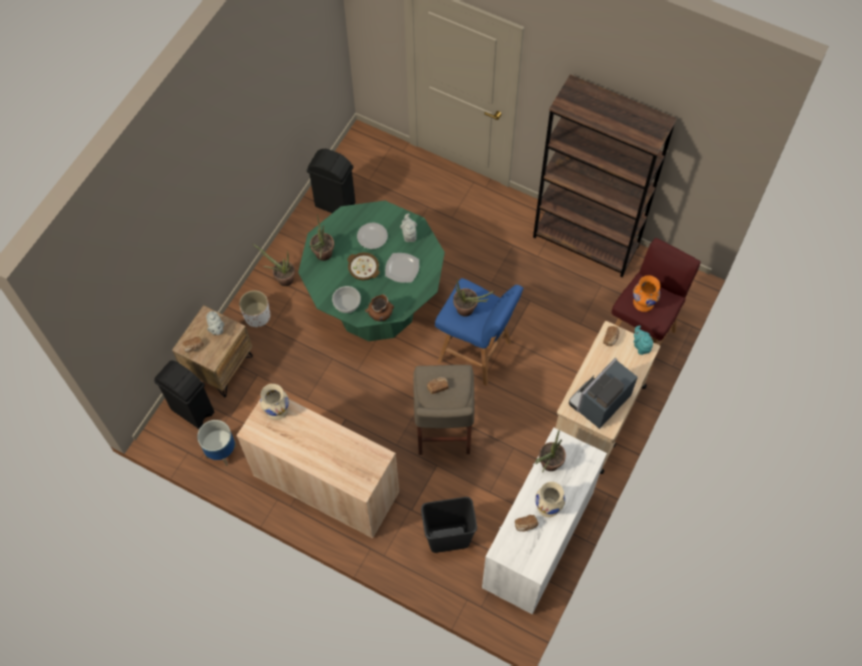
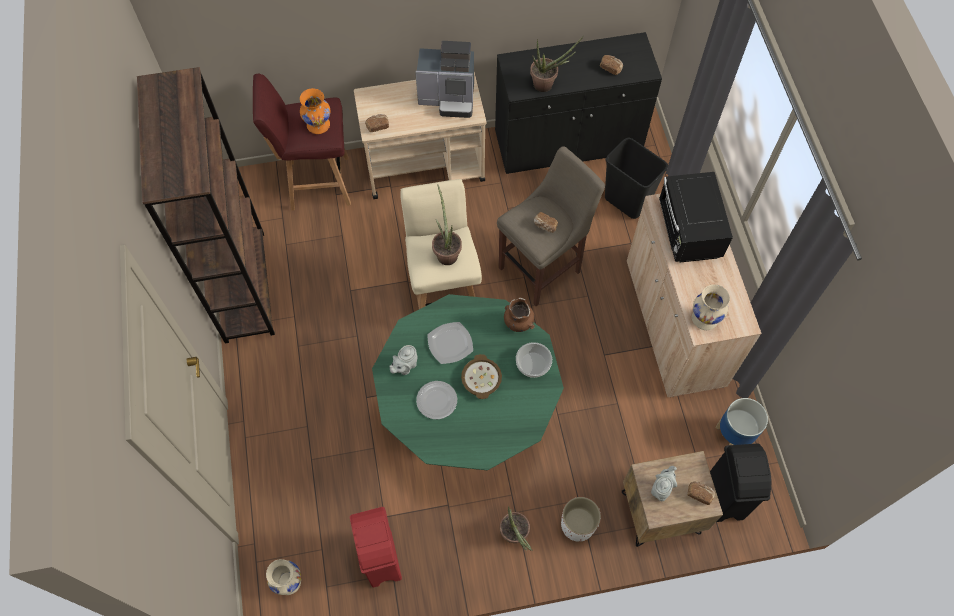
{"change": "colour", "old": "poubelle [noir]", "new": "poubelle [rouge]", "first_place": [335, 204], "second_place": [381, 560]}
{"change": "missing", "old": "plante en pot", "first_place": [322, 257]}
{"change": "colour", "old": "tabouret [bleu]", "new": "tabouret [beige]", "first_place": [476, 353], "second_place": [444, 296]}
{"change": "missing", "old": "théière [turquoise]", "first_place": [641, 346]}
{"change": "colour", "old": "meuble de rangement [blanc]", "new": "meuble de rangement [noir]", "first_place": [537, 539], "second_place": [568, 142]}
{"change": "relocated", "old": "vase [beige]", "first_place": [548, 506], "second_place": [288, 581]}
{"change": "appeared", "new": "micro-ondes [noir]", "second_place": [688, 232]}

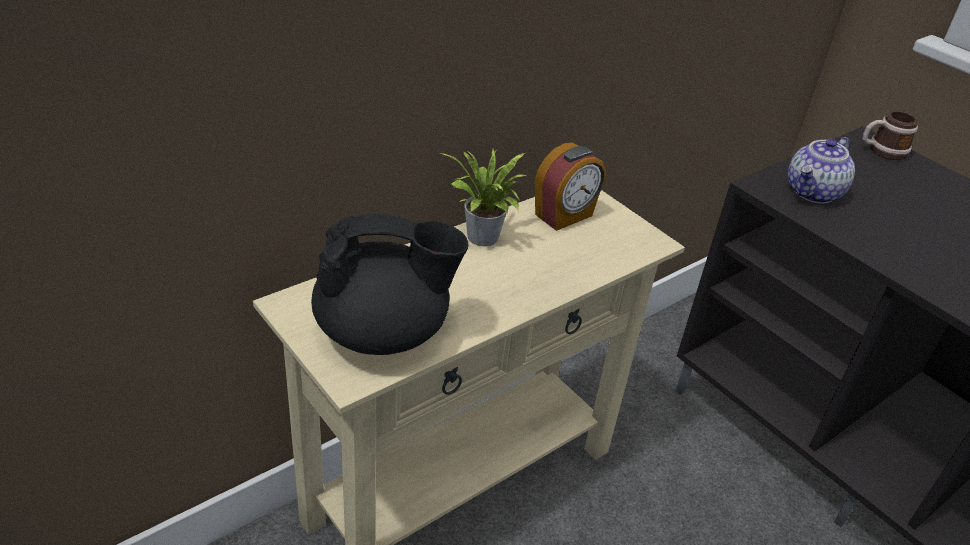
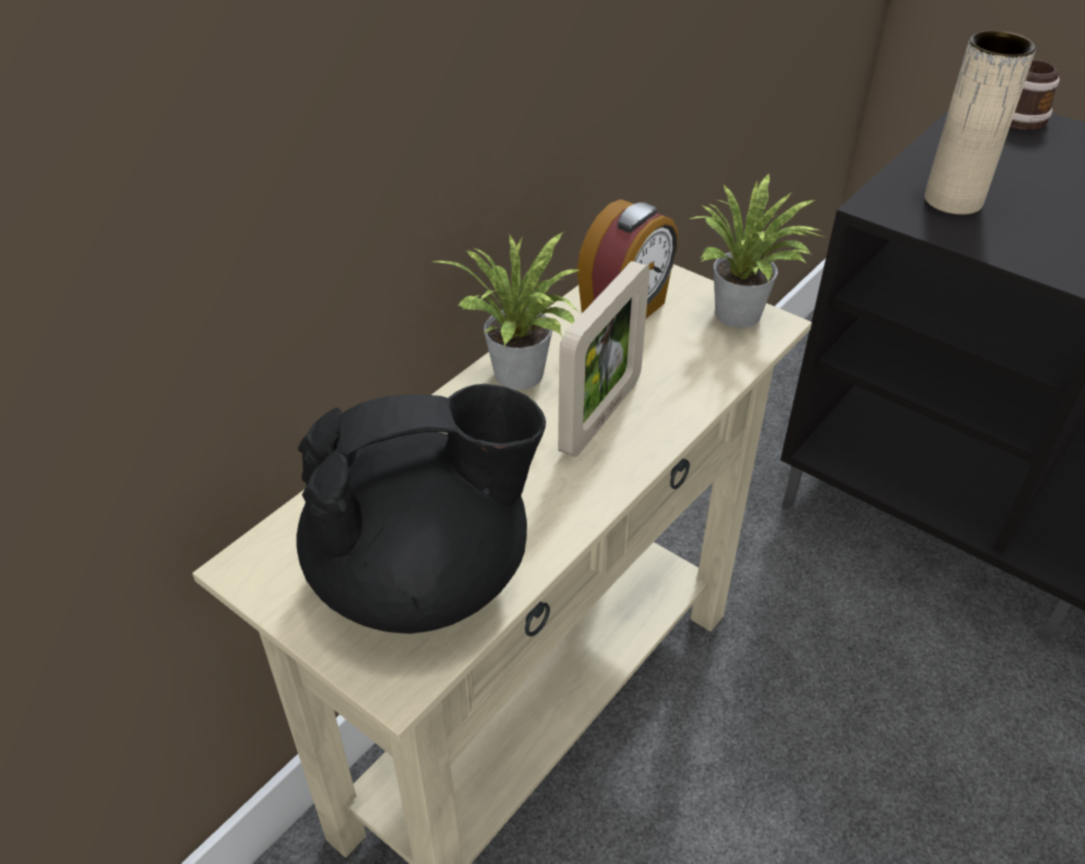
{"change": "exchanged", "old": "théière", "new": "vase [beige]", "first_place": [813, 193], "second_place": [953, 200]}
{"change": "appeared", "new": "plante en pot", "second_place": [742, 317]}
{"change": "appeared", "new": "cadre photo", "second_place": [601, 416]}

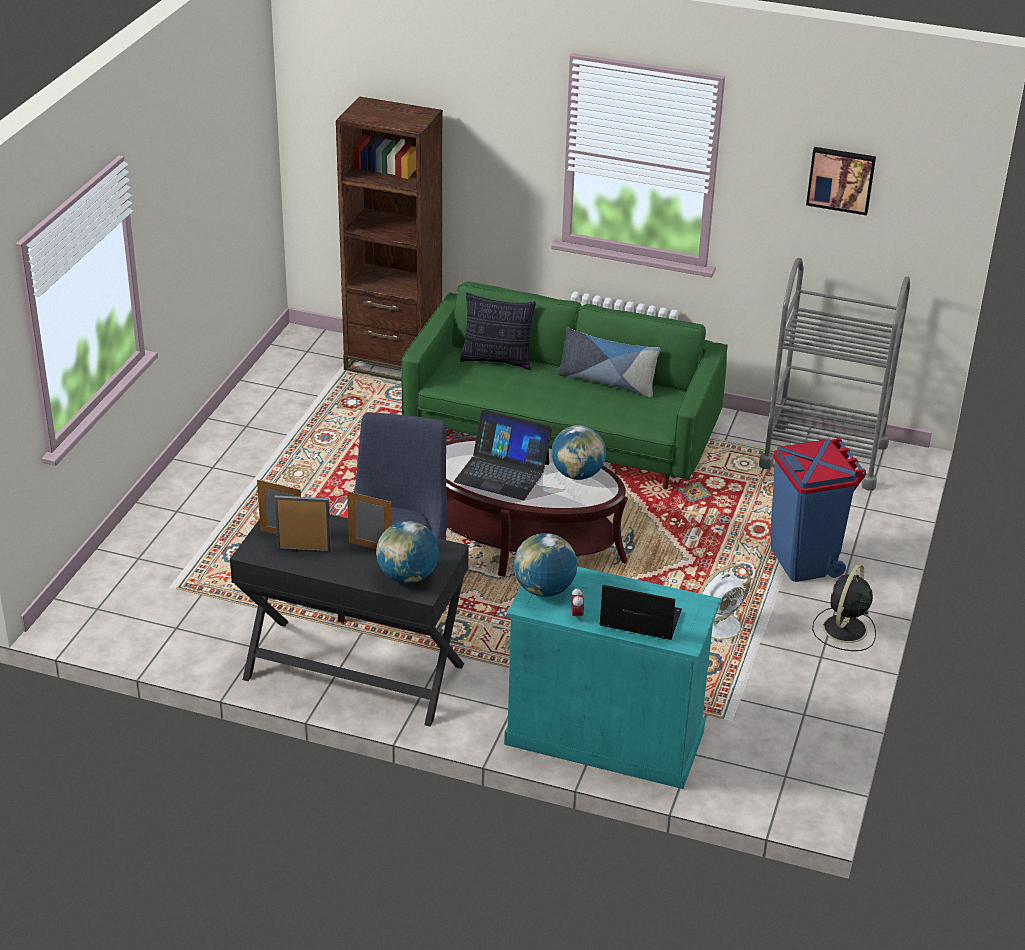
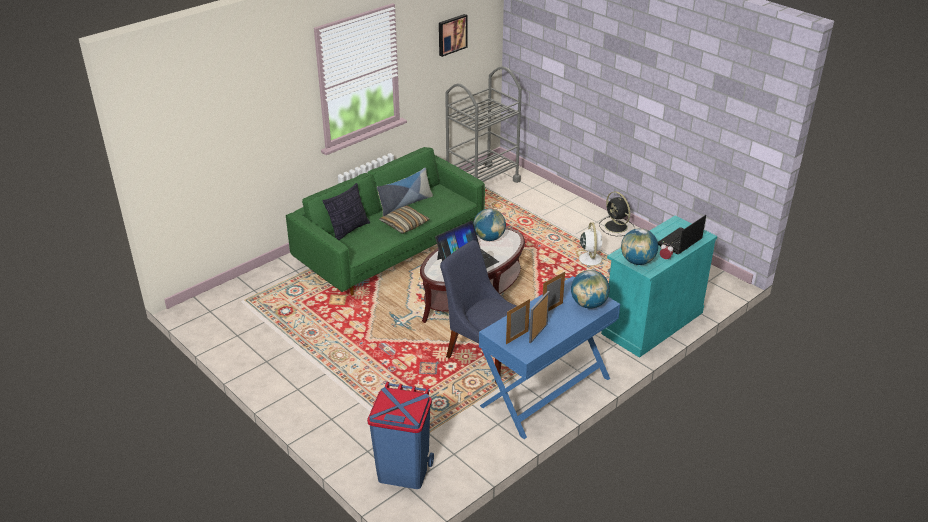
{"change": "missing", "old": "bibliothèque [marron]", "first_place": [393, 363]}
{"change": "relocated", "old": "poubelle [bleu]", "first_place": [804, 560], "second_place": [403, 471]}
{"change": "colour", "old": "bureau [noir]", "new": "bureau [bleu]", "first_place": [353, 672], "second_place": [546, 392]}
{"change": "appeared", "new": "coussin", "second_place": [404, 224]}

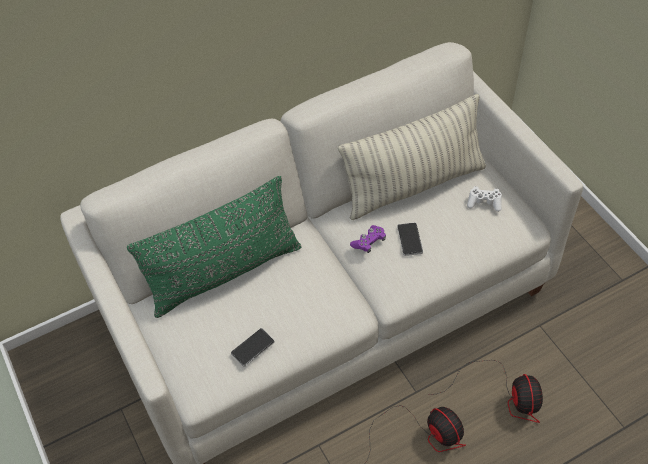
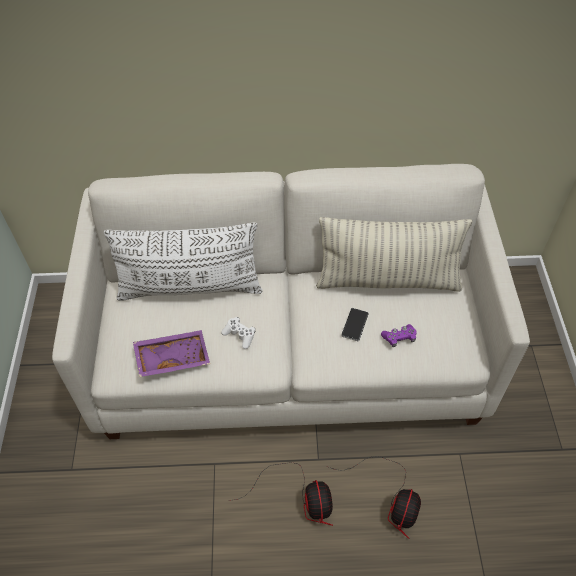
{"change": "colour", "old": "coussin [vert]", "new": "coussin [blanc]", "first_place": [225, 273], "second_place": [190, 288]}
{"change": "relocated", "old": "manette [blanc]", "first_place": [484, 202], "second_place": [239, 335]}
{"change": "relocated", "old": "manette [violet]", "first_place": [369, 242], "second_place": [399, 338]}
{"change": "exchanged", "old": "téléphone", "new": "plateau [violet]", "first_place": [253, 348], "second_place": [172, 357]}

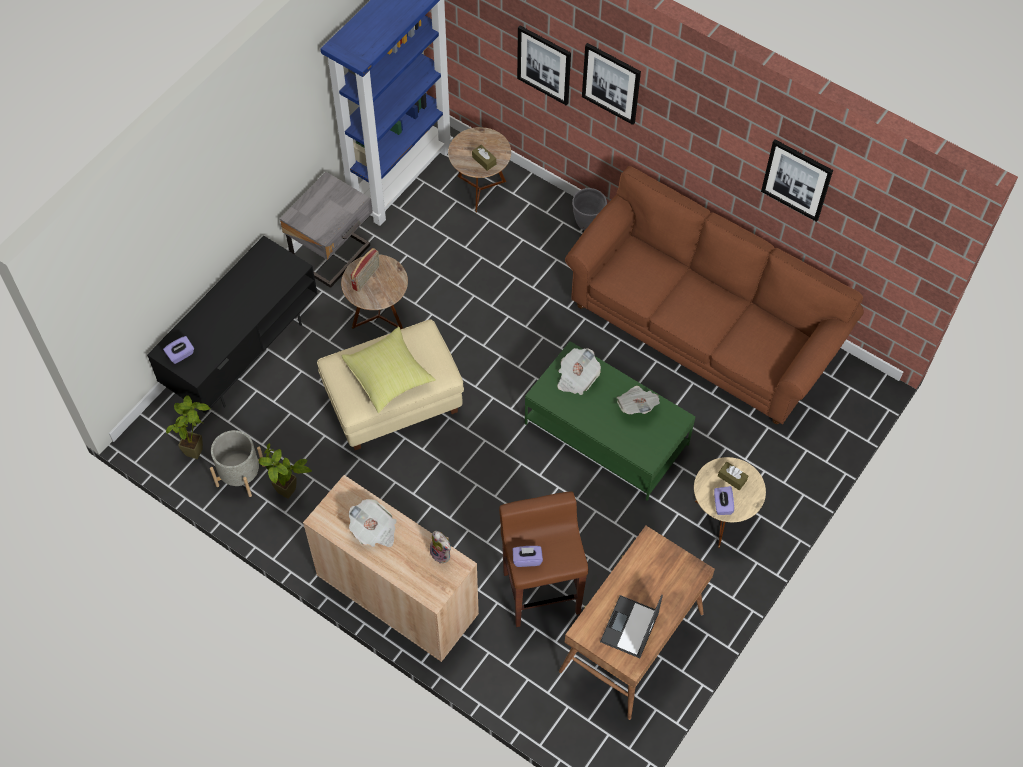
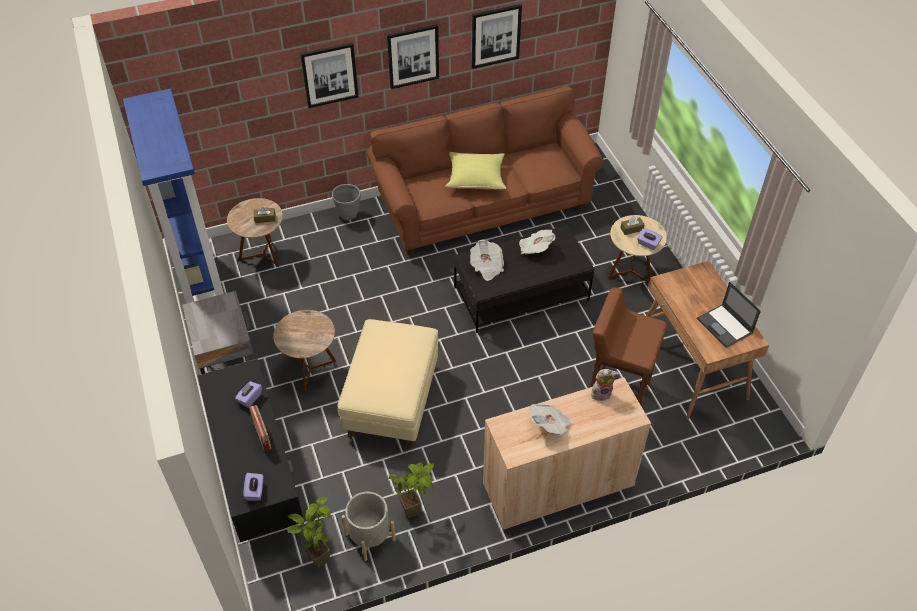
{"change": "relocated", "old": "tableau", "first_place": [544, 64], "second_place": [413, 56]}
{"change": "relocated", "old": "radio", "first_place": [366, 277], "second_place": [262, 435]}
{"change": "relocated", "old": "coussin [jaune]", "first_place": [389, 377], "second_place": [476, 179]}
{"change": "colour", "old": "table basse [vert]", "new": "table basse [noir]", "first_place": [607, 434], "second_place": [521, 294]}
{"change": "relocated", "old": "boîte à mouchoirs [violet]", "first_place": [527, 559], "second_place": [249, 398]}

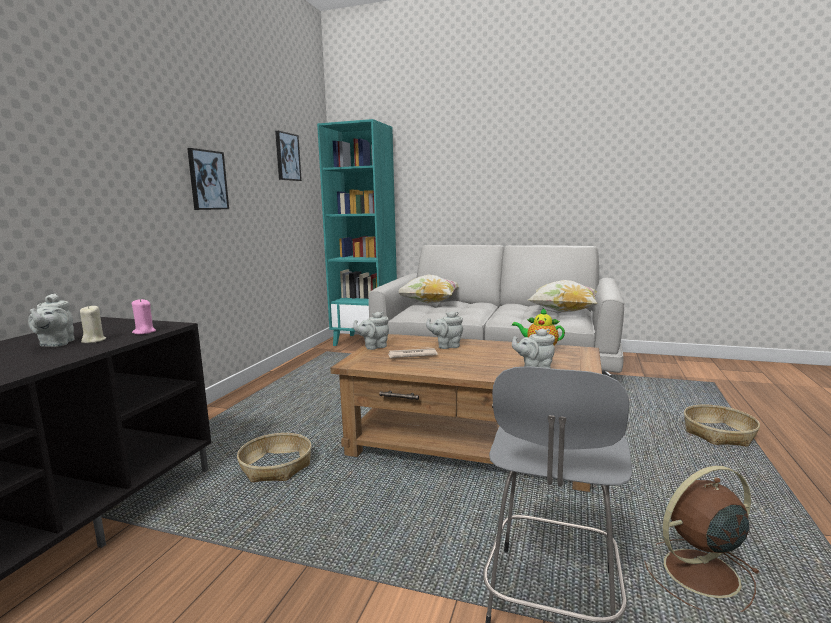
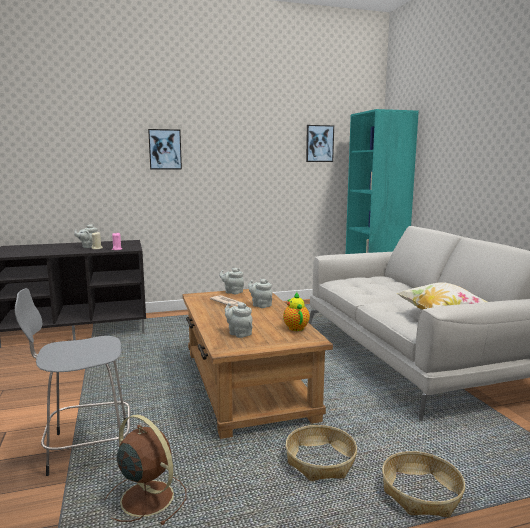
{"change": "relocated", "old": "tableau", "first_place": [207, 180], "second_place": [165, 149]}
{"change": "missing", "old": "coussin", "first_place": [429, 303]}
{"change": "relocated", "old": "panier", "first_place": [276, 466], "second_place": [320, 462]}

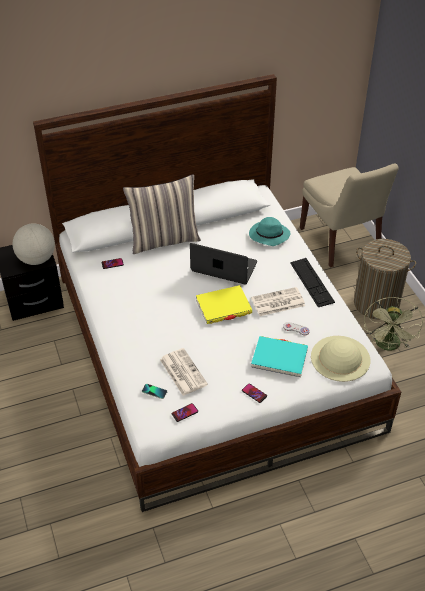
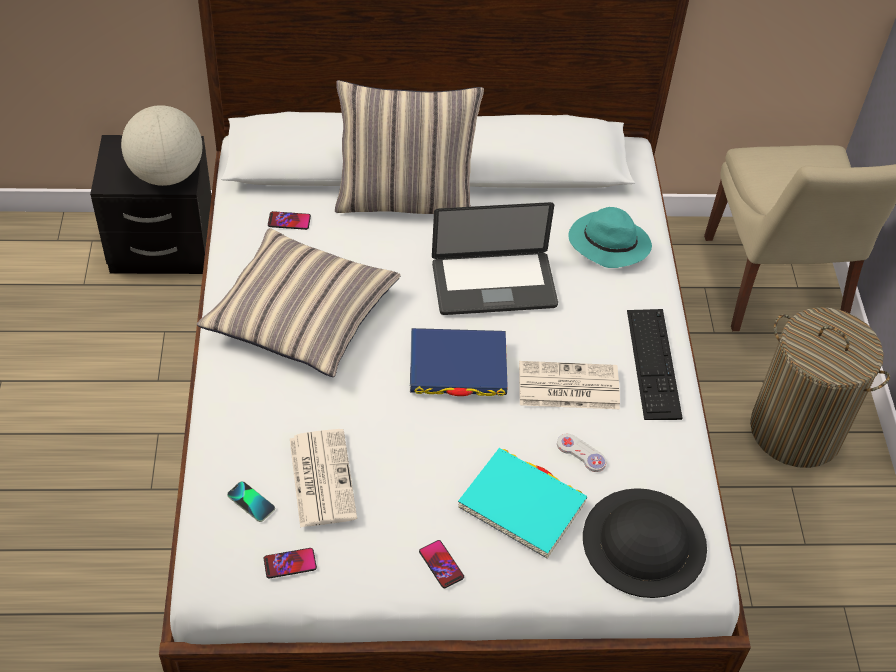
{"change": "spun", "old": "ordinateur portable", "first_place": [224, 267], "second_place": [494, 285], "degrees": 135}
{"change": "colour", "old": "livre [jaune]", "new": "livre [bleu]", "first_place": [223, 307], "second_place": [457, 366]}
{"change": "missing", "old": "ventilateur [vert]", "first_place": [388, 346]}
{"change": "colour", "old": "chapeau [beige]", "new": "chapeau [noir]", "first_place": [340, 358], "second_place": [644, 542]}
{"change": "appeared", "new": "coussin", "second_place": [301, 315]}

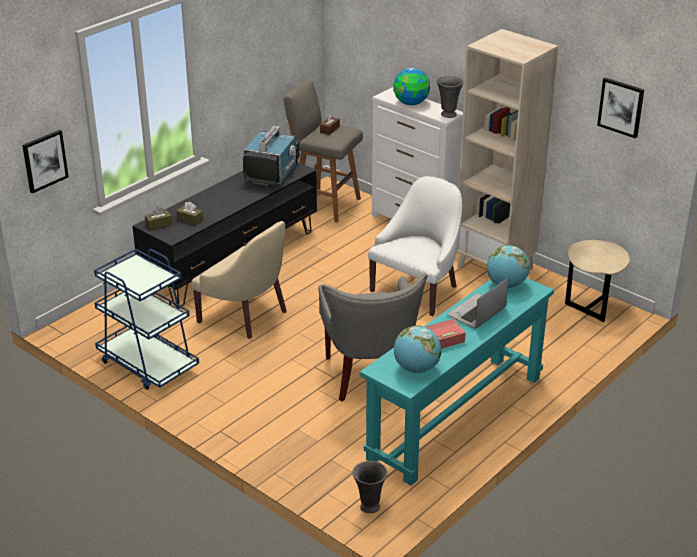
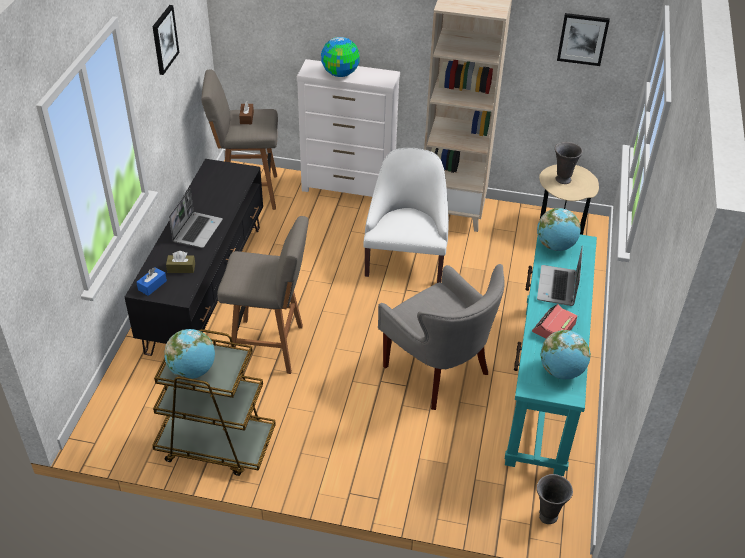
{"change": "relocated", "old": "vase [gris]", "first_place": [448, 114], "second_place": [562, 179]}
{"change": "missing", "old": "téléviseur", "first_place": [272, 172]}
{"change": "relocated", "old": "tableau", "first_place": [44, 160], "second_place": [164, 39]}
{"change": "colour", "old": "boîte à mouchoirs [marron]", "new": "boîte à mouchoirs [bleu]", "first_place": [158, 224], "second_place": [152, 285]}
{"change": "exchanged", "old": "fauteuil [beige]", "new": "tabouret [gris]", "first_place": [246, 315], "second_place": [270, 346]}
{"change": "colour", "old": "chariot [bleu]", "new": "chariot [marron]", "first_place": [147, 364], "second_place": [215, 444]}
{"change": "appeared", "new": "ordinateur portable", "second_place": [197, 230]}
{"change": "appeared", "new": "globe", "second_place": [192, 370]}

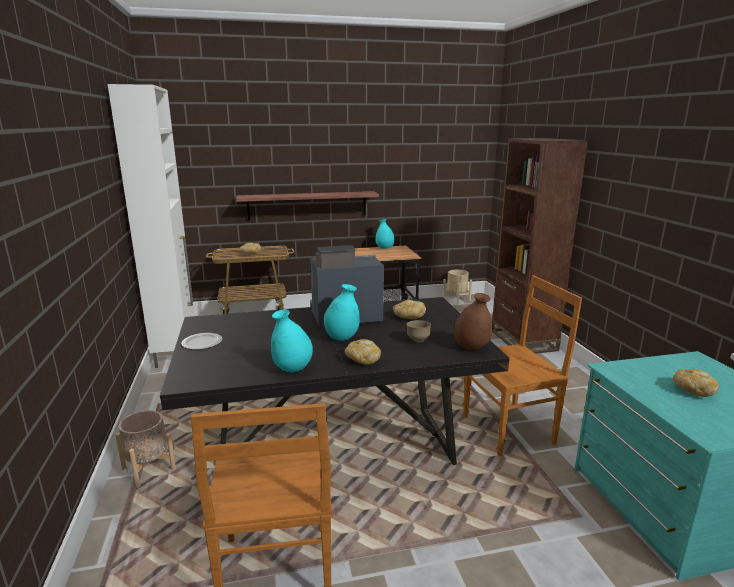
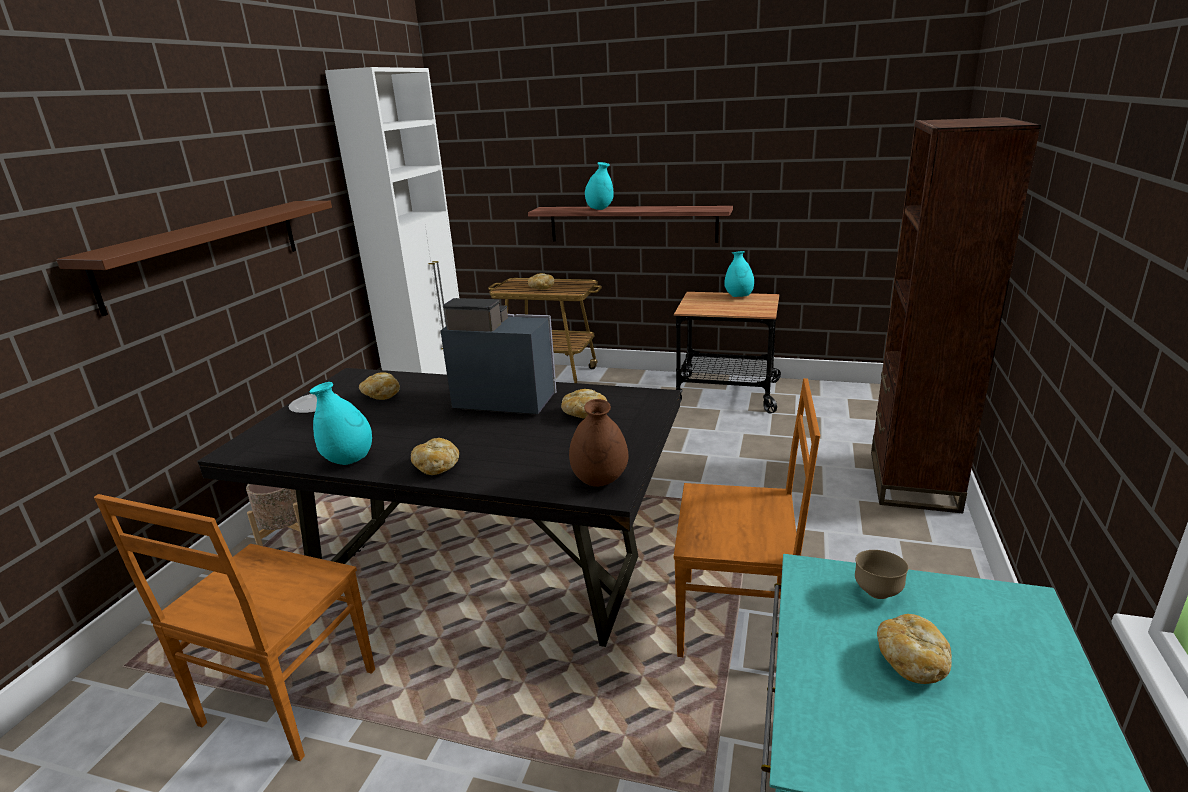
{"change": "missing", "old": "cache-pot [beige]", "first_place": [456, 300]}
{"change": "relocated", "old": "vase [turquoise]", "first_place": [342, 338], "second_place": [599, 209]}
{"change": "relocated", "old": "bol [marron]", "first_place": [418, 340], "second_place": [877, 592]}
{"change": "appeared", "new": "étagère [marron]", "second_place": [205, 251]}
{"change": "appeared", "new": "pain", "second_place": [381, 396]}

